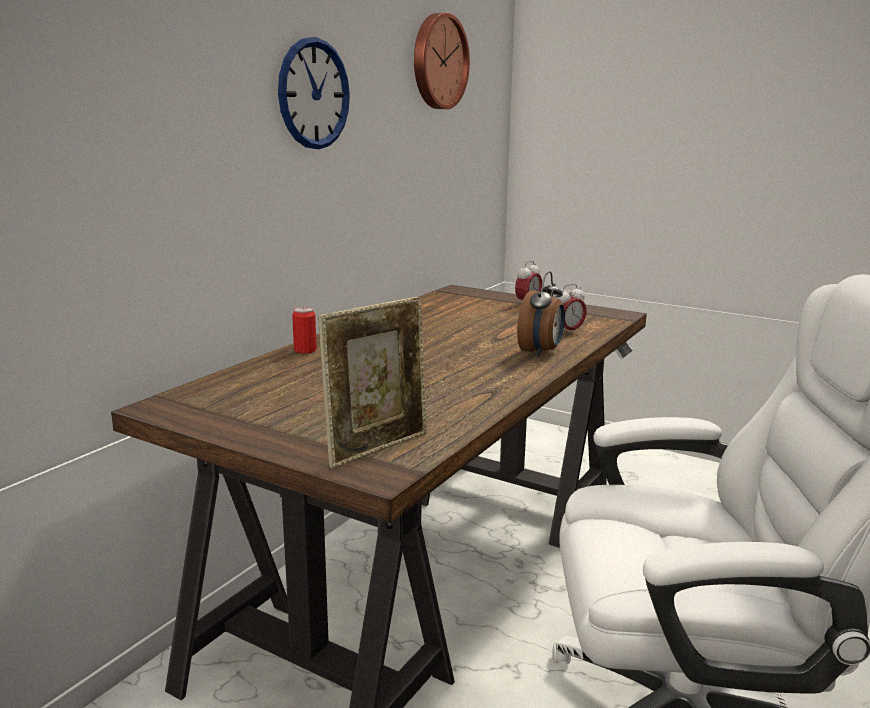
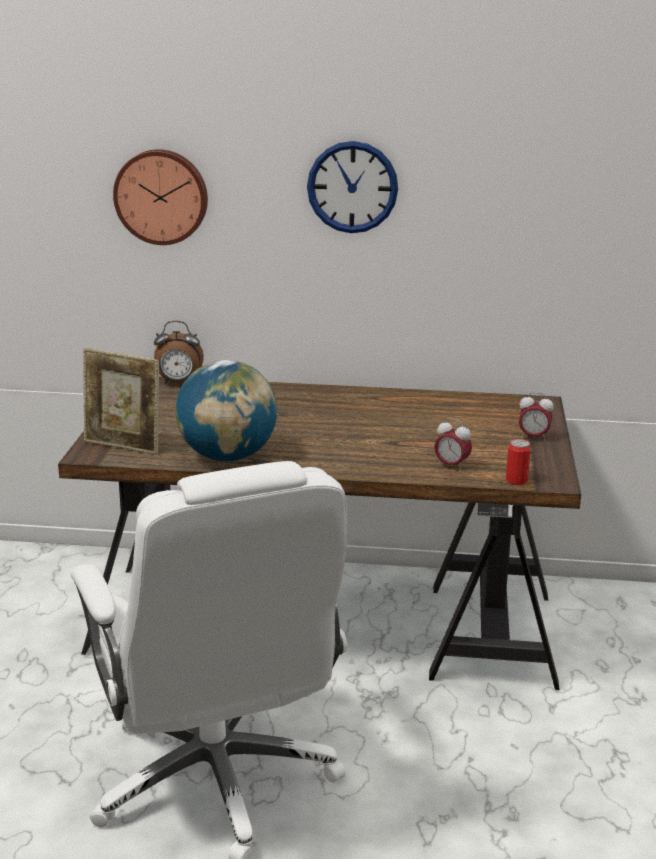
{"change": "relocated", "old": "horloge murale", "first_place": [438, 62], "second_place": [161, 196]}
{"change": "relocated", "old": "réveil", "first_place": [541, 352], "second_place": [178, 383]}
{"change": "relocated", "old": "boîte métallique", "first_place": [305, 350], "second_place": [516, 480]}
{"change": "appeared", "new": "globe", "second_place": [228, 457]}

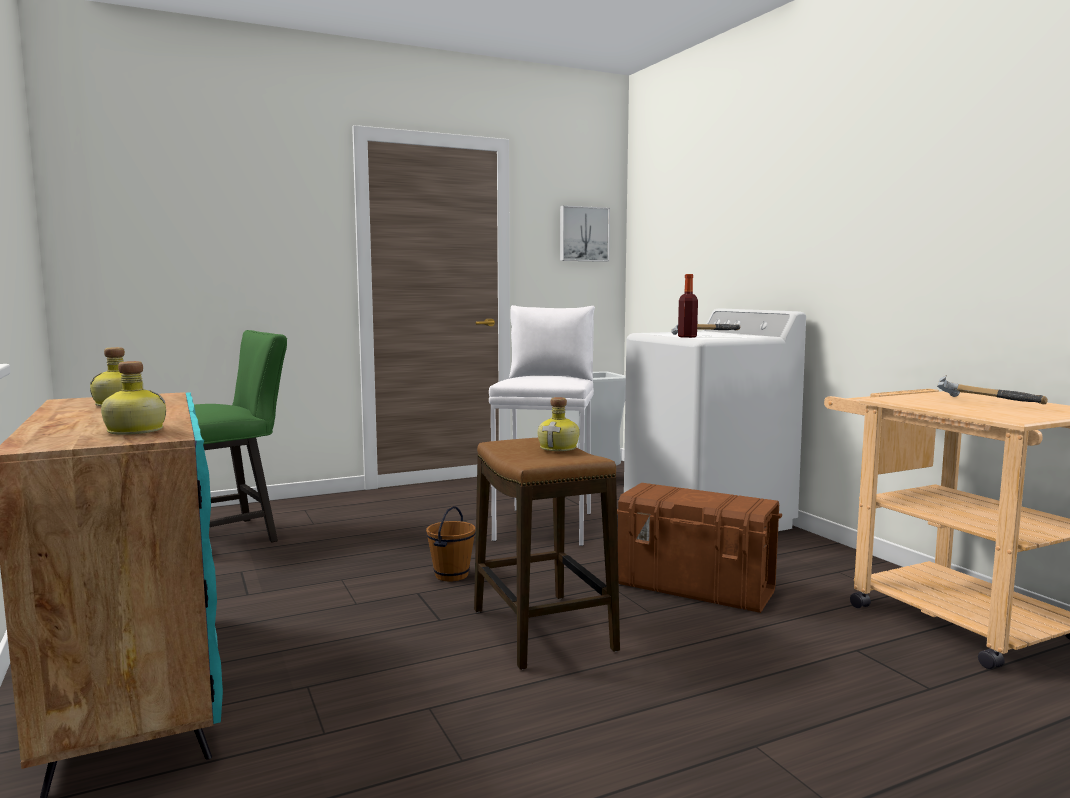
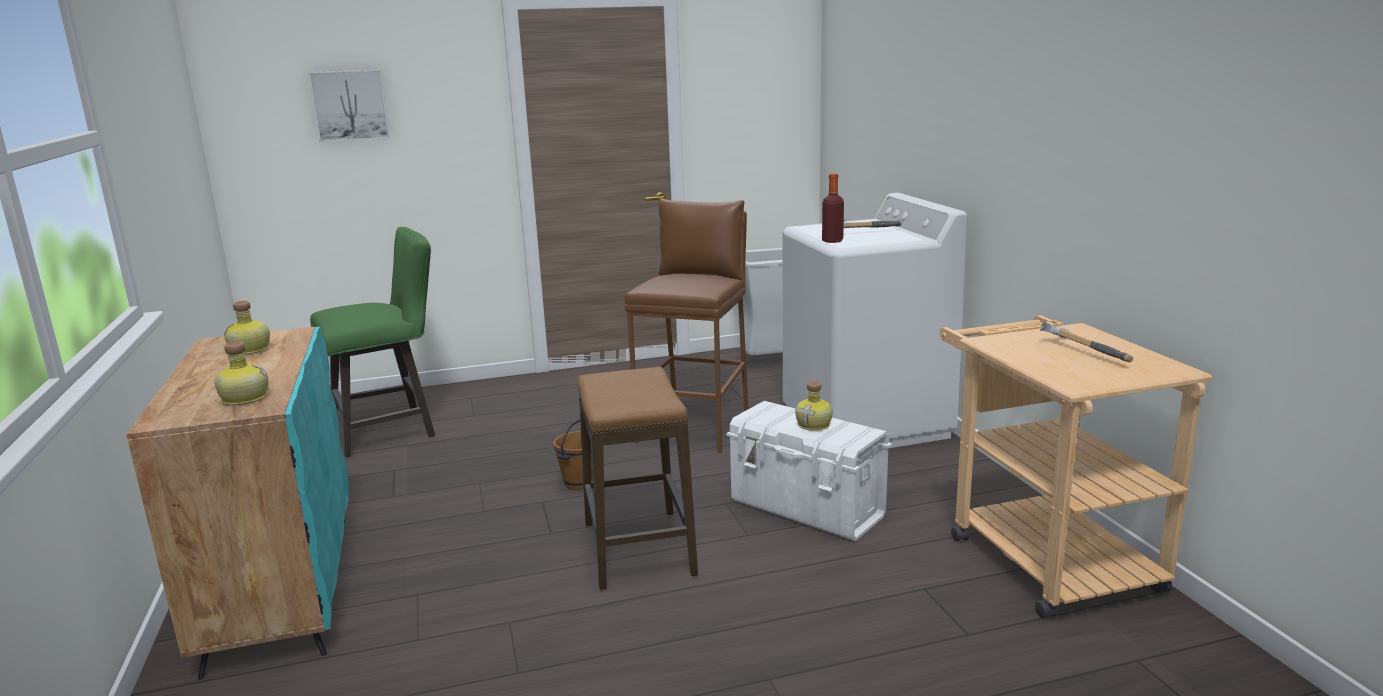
{"change": "relocated", "old": "tableau", "first_place": [583, 234], "second_place": [350, 105]}
{"change": "colour", "old": "tabouret [blanc]", "new": "tabouret [marron]", "first_place": [546, 526], "second_place": [695, 426]}
{"change": "relocated", "old": "bouteille", "first_place": [559, 448], "second_place": [815, 425]}
{"change": "colour", "old": "boîte de rangement [marron]", "new": "boîte de rangement [blanc]", "first_place": [696, 588], "second_place": [807, 509]}

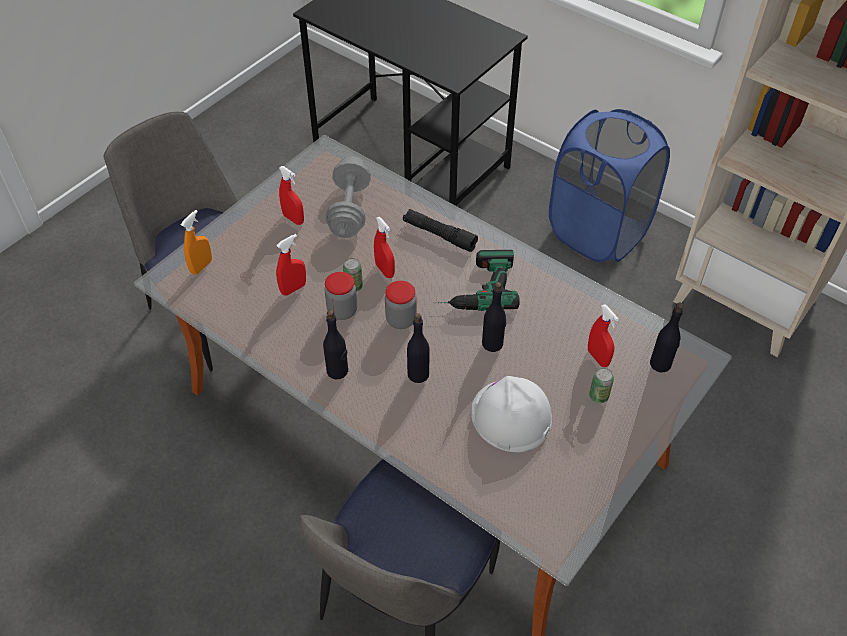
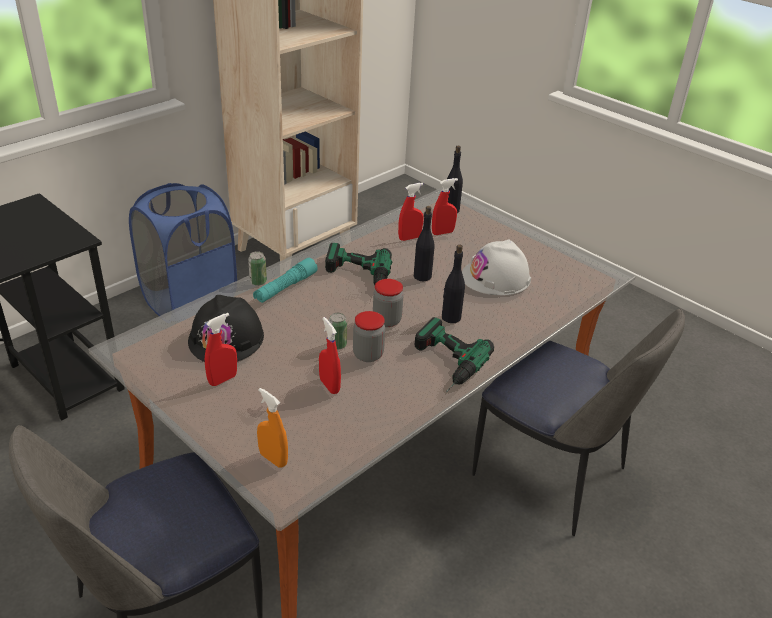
{"change": "exchanged", "old": "haltère [gris]", "new": "casque de chantier [noir]", "first_place": [349, 210], "second_place": [226, 338]}
{"change": "colour", "old": "lampe de poche [noir]", "new": "lampe de poche [turquoise]", "first_place": [439, 235], "second_place": [285, 287]}
{"change": "relocated", "old": "vaporisateur [rouge]", "first_place": [384, 270], "second_place": [409, 238]}
{"change": "exchanged", "old": "bouteille [noir]", "new": "perceuse", "first_place": [337, 371], "second_place": [443, 363]}
{"change": "relocated", "old": "boîte métallique", "first_place": [598, 396], "second_place": [258, 282]}

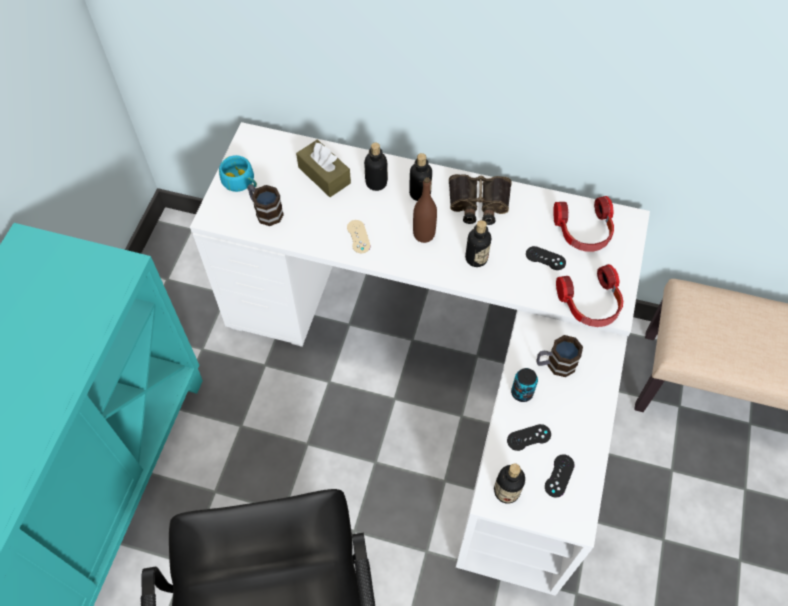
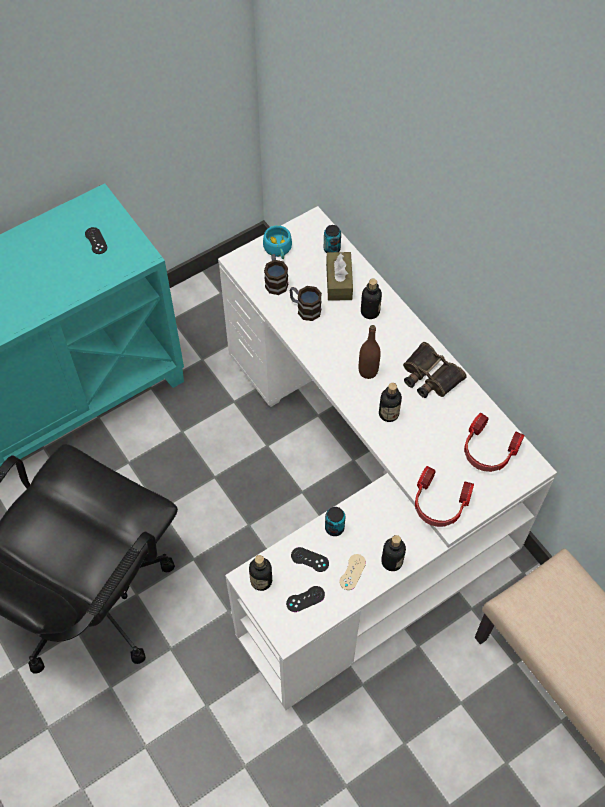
{"change": "relocated", "old": "bouteille", "first_place": [420, 193], "second_place": [392, 561]}
{"change": "relocated", "old": "manette [beige]", "first_place": [358, 236], "second_place": [352, 572]}
{"change": "relocated", "old": "manette [noir]", "first_place": [545, 258], "second_place": [96, 241]}
{"change": "relocated", "old": "mug", "first_place": [555, 364], "second_place": [304, 308]}
{"change": "appeared", "new": "boîte métallique", "second_place": [332, 249]}

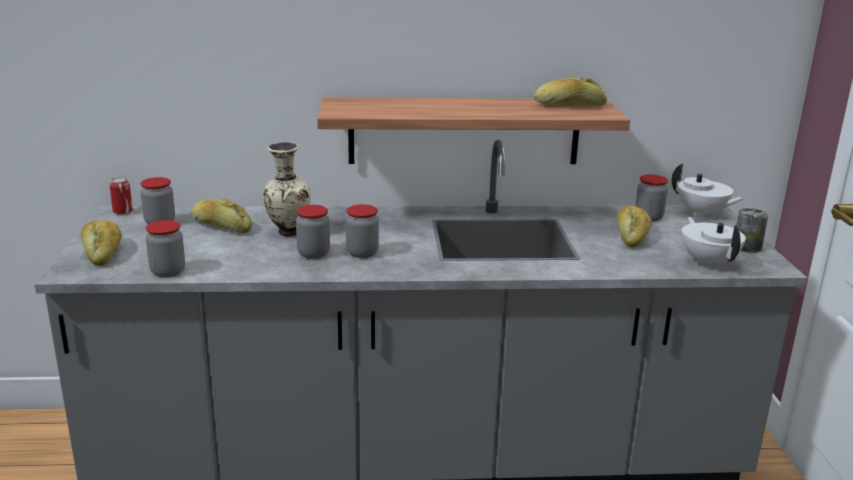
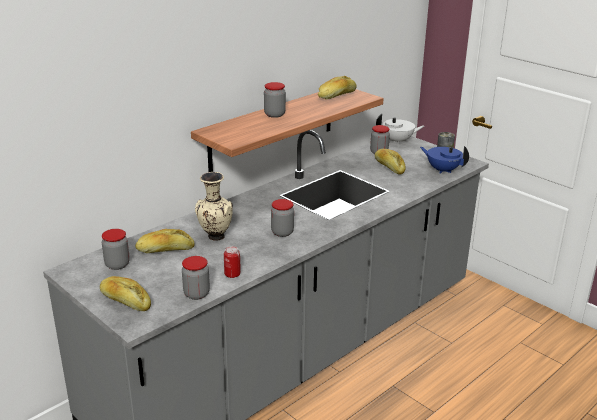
{"change": "relocated", "old": "boîte métallique", "first_place": [123, 212], "second_place": [232, 274]}
{"change": "relocated", "old": "bocal", "first_place": [313, 253], "second_place": [274, 114]}
{"change": "colour", "old": "théière [blanc]", "new": "théière [bleu]", "first_place": [708, 262], "second_place": [442, 170]}

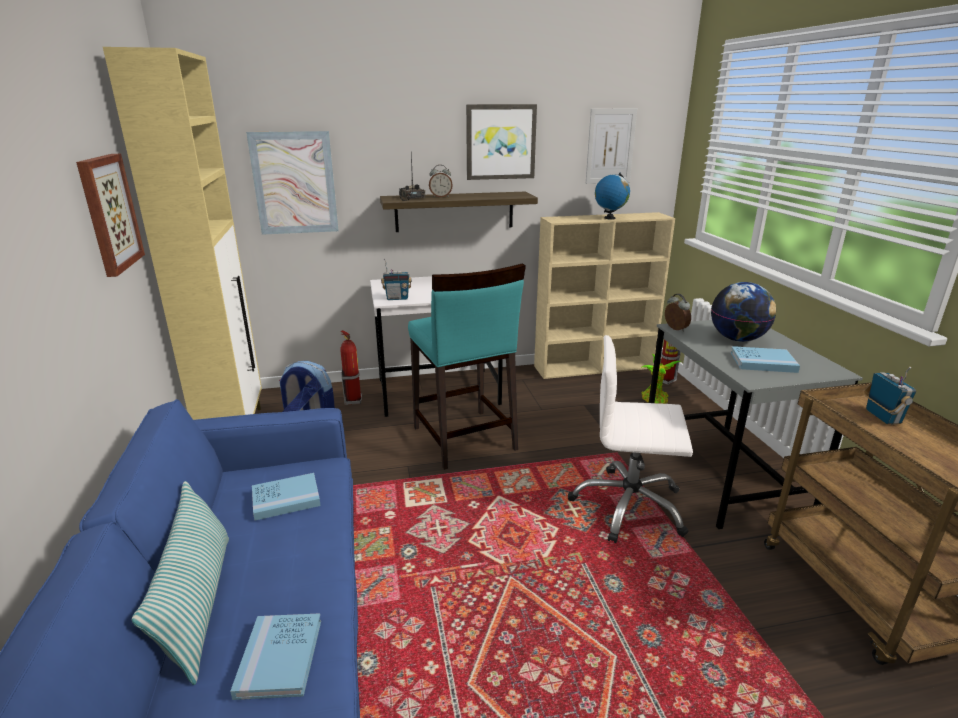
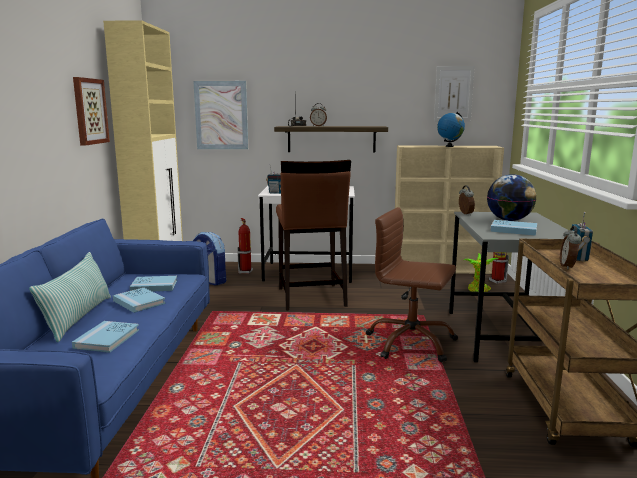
{"change": "missing", "old": "tableau", "first_place": [500, 142]}
{"change": "colour", "old": "tabouret [turquoise]", "new": "tabouret [marron]", "first_place": [464, 439], "second_place": [311, 297]}
{"change": "colour", "old": "chaise de bureau [blanc]", "new": "chaise de bureau [marron]", "first_place": [628, 506], "second_place": [411, 343]}
{"change": "appeared", "new": "réveil", "second_place": [568, 266]}
{"change": "appeared", "new": "livre [bleu]", "second_place": [139, 302]}

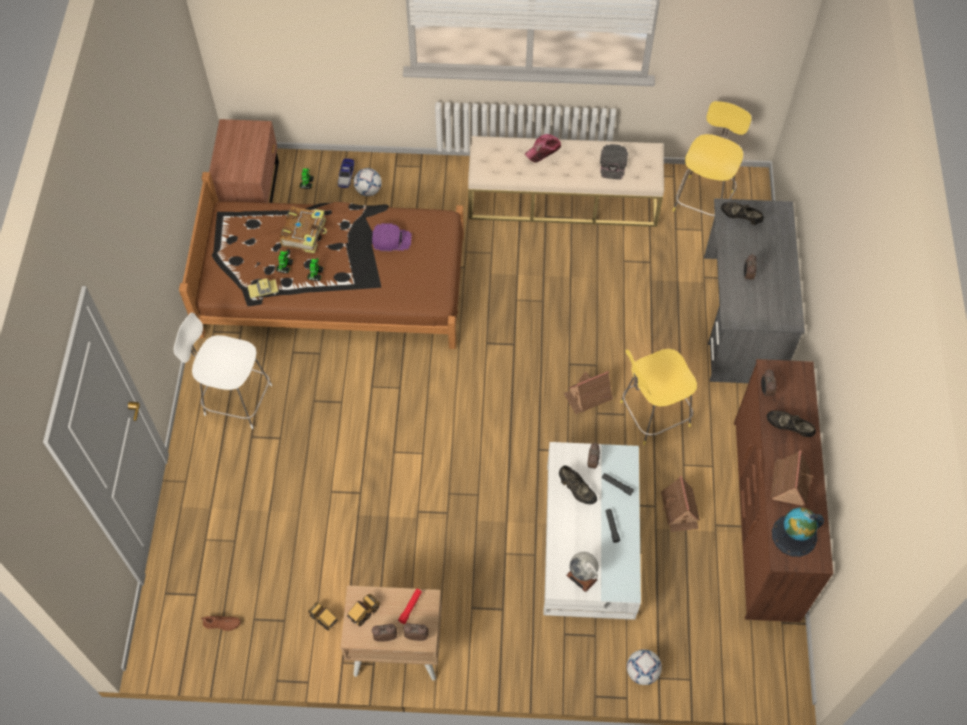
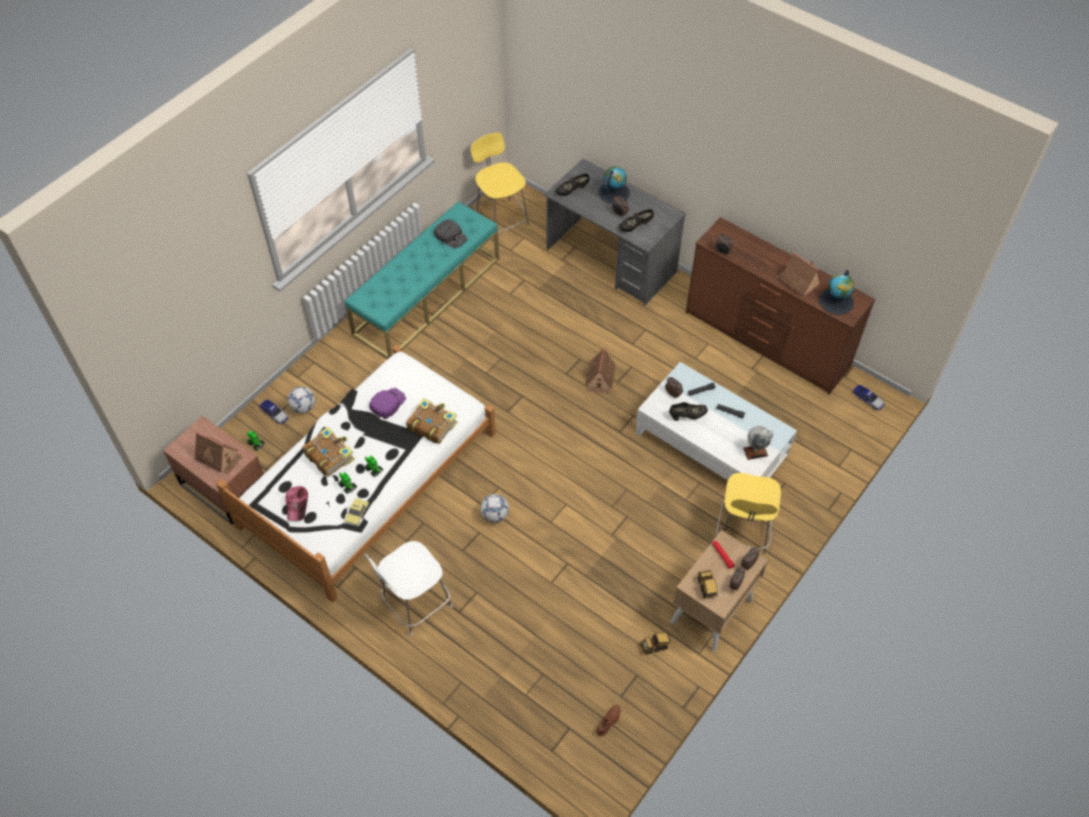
{"change": "relocated", "old": "casquette", "first_place": [543, 150], "second_place": [297, 505]}
{"change": "colour", "old": "banc [beige]", "new": "banc [turquoise]", "first_place": [563, 199], "second_place": [427, 295]}
{"change": "colour", "old": "lit [marron]", "new": "lit [blanc]", "first_place": [333, 284], "second_place": [368, 479]}
{"change": "relocated", "old": "tabouret [jaune]", "first_place": [652, 415], "second_place": [742, 534]}
{"change": "relocated", "old": "chaussure [noir]", "first_place": [788, 428], "second_place": [635, 226]}
{"change": "relocated", "old": "maison miniature", "first_place": [680, 510], "second_place": [219, 458]}
{"change": "relocated", "old": "ballon de foot", "first_place": [642, 672], "second_place": [495, 515]}
{"change": "appeared", "new": "globe", "second_place": [614, 192]}
{"change": "appeared", "new": "petite voiture", "second_place": [868, 399]}
{"change": "appeared", "new": "livre", "second_place": [431, 425]}

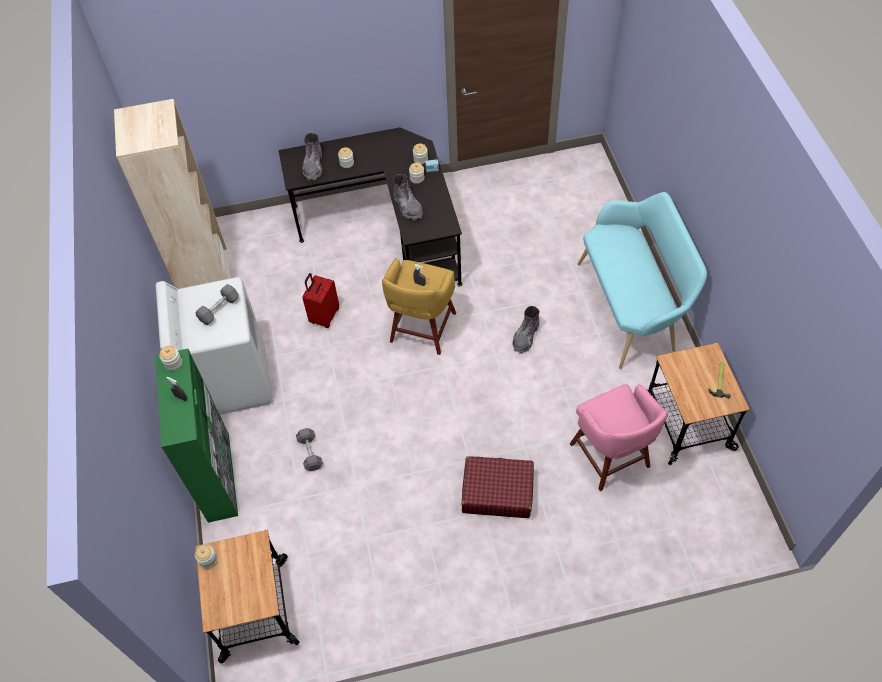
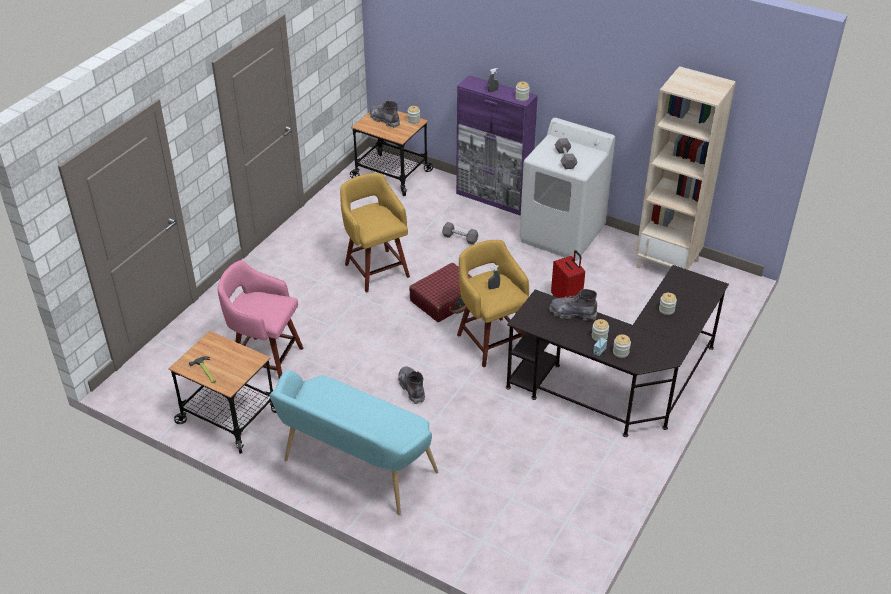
{"change": "relocated", "old": "botte [gris]", "first_place": [313, 166], "second_place": [384, 120]}
{"change": "colour", "old": "meuble de rangement [vert]", "new": "meuble de rangement [violet]", "first_place": [218, 476], "second_place": [493, 198]}
{"change": "relocated", "old": "valise [rouge]", "first_place": [497, 492], "second_place": [445, 300]}
{"change": "appeared", "new": "tabouret [jaune]", "second_place": [376, 269]}

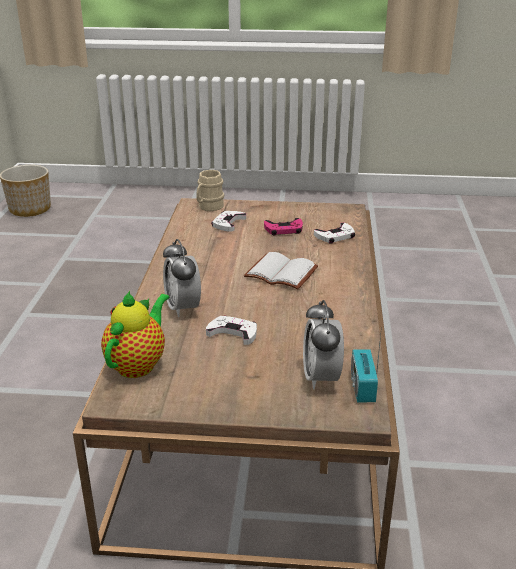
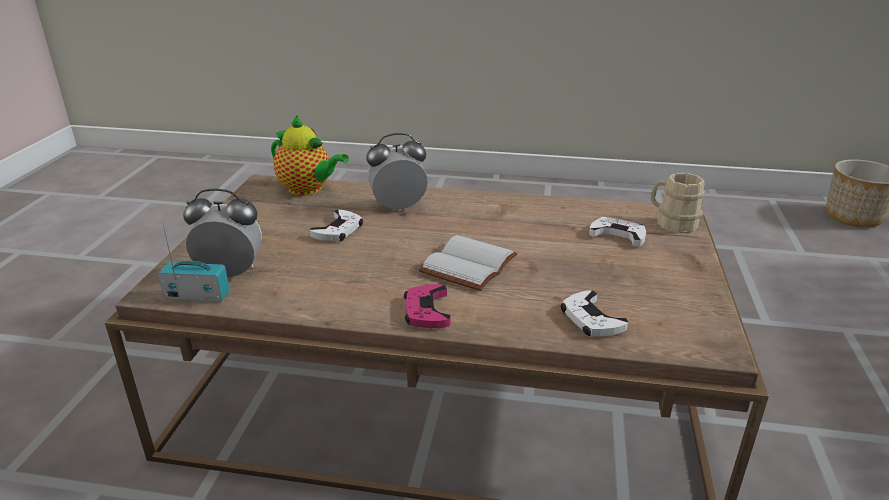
{"change": "relocated", "old": "manette [rose]", "first_place": [284, 230], "second_place": [426, 311]}

